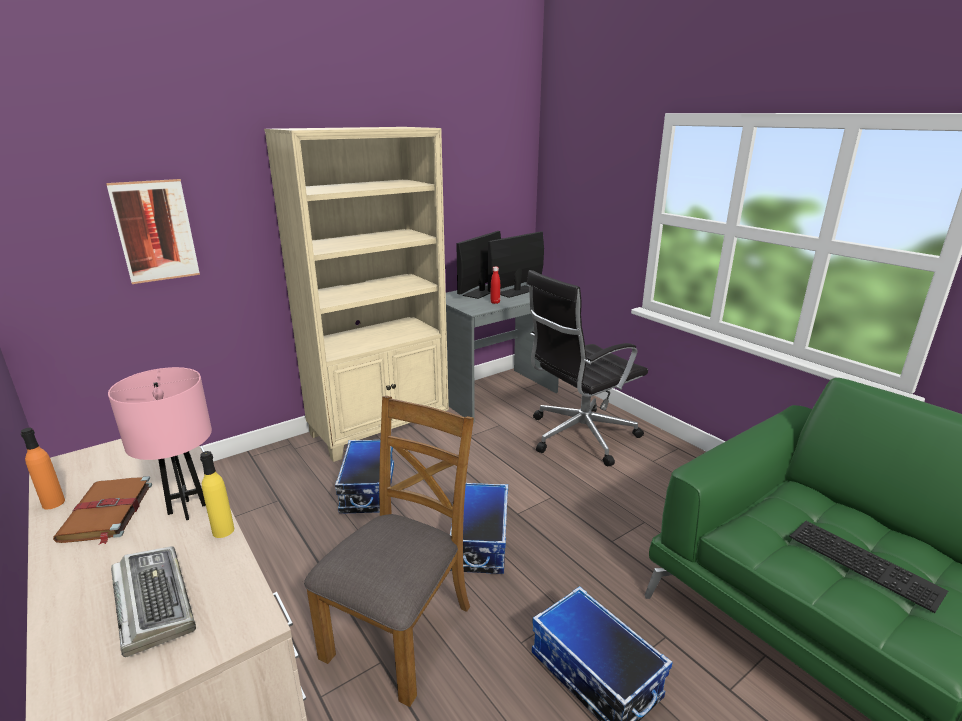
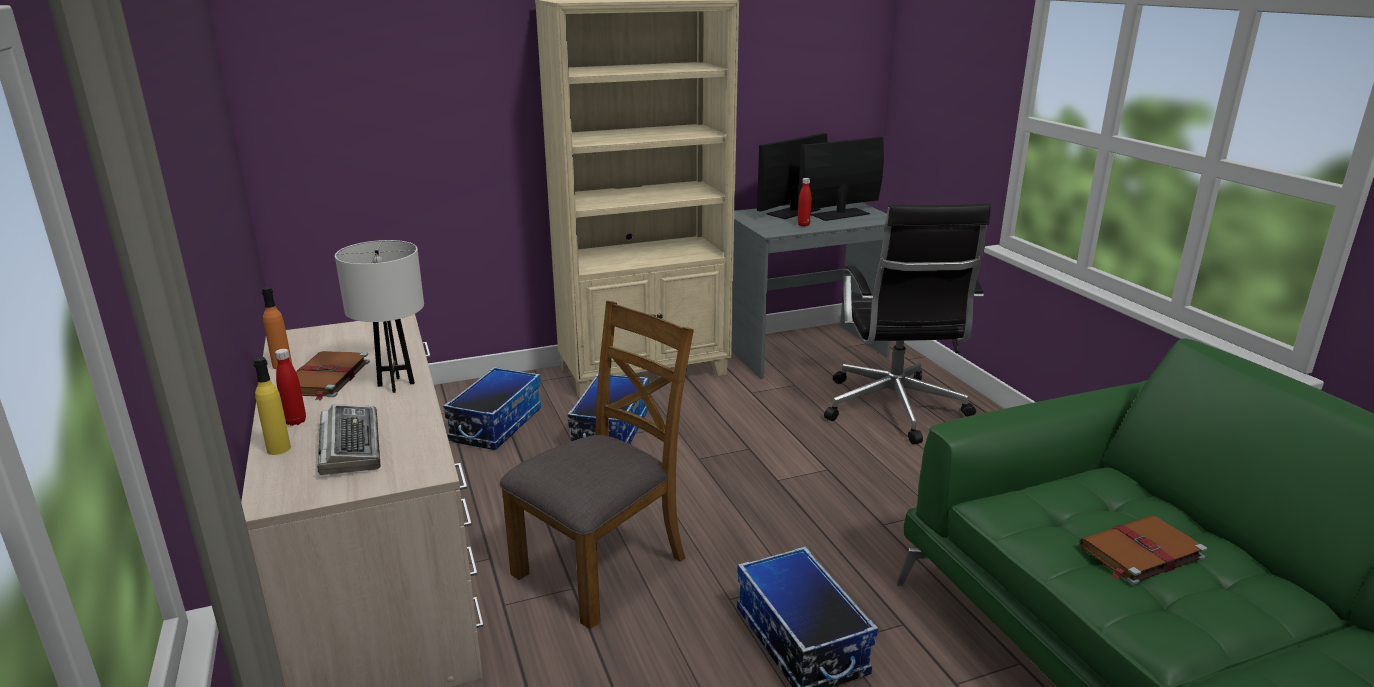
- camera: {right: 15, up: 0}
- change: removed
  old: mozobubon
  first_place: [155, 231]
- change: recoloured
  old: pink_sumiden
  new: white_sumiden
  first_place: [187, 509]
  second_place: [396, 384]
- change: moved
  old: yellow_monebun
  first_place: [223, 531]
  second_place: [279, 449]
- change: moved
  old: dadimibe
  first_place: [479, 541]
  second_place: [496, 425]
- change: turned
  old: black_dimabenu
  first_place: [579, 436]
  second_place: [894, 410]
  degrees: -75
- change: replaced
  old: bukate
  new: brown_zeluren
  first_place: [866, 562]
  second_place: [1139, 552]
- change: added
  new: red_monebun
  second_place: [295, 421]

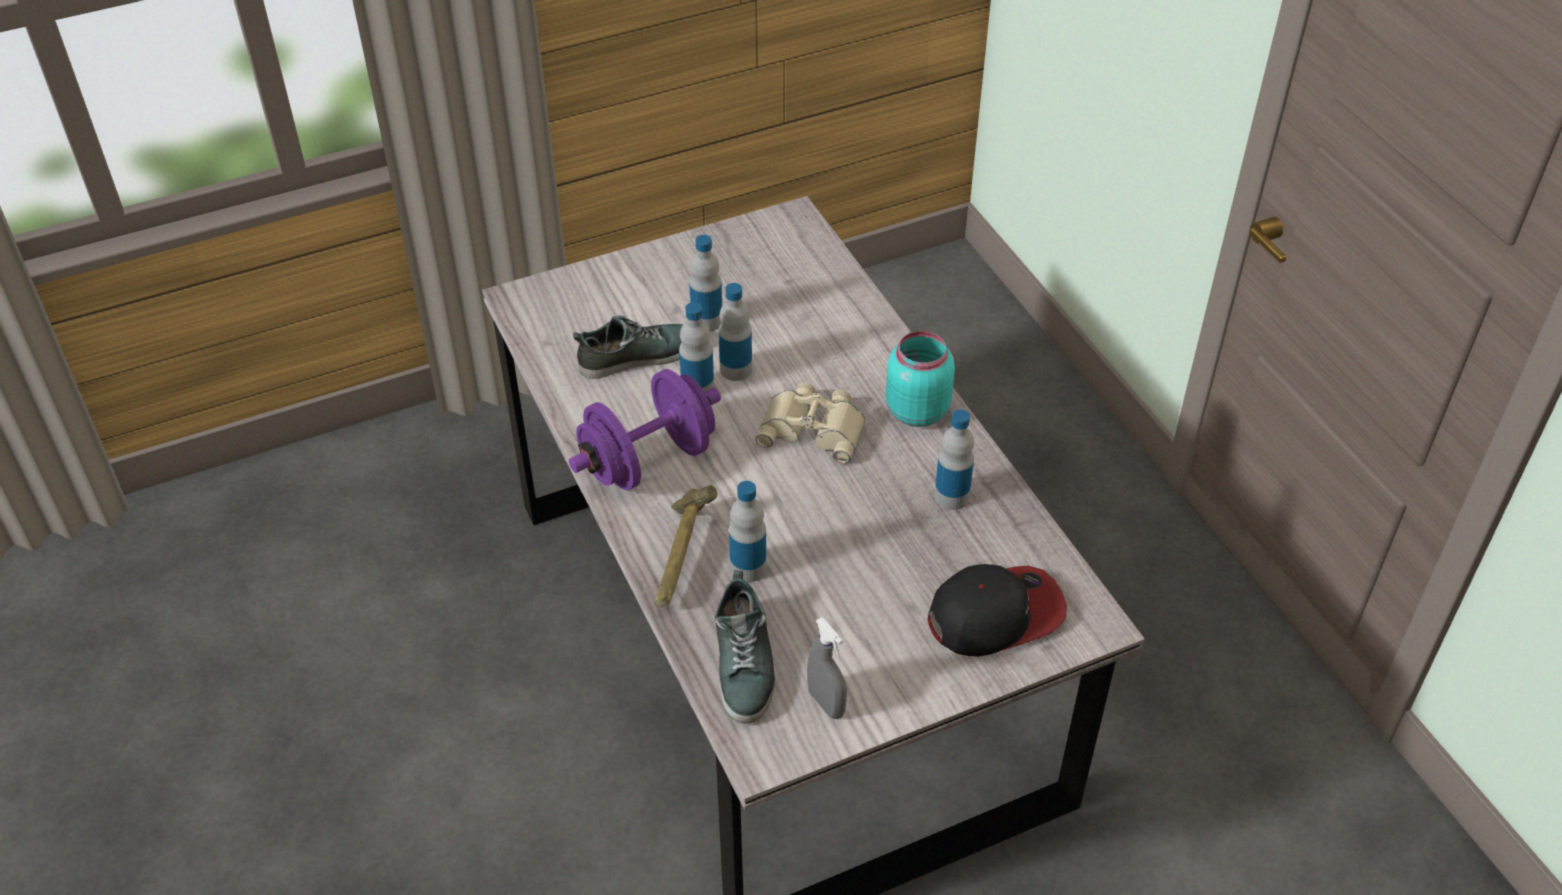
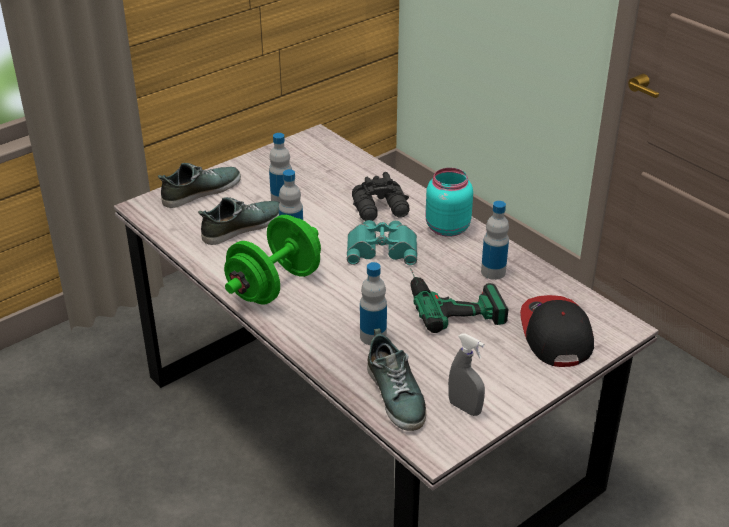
- camera: {right: -15, up: -10}
- change: recoloured
  old: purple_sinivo
  new: green_sinivo
  first_place: [648, 460]
  second_place: [275, 285]
- change: removed
  old: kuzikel
  first_place: [680, 560]
- change: removed
  old: monebun
  first_place: [736, 369]
- change: recoloured
  old: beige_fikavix
  new: turquoise_fikavix
  first_place: [814, 427]
  second_place: [382, 248]
- change: turned
  old: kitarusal
  first_place: [996, 614]
  second_place: [555, 333]
  degrees: -60
- change: added
  new: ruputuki
  second_place: [200, 191]
- change: added
  new: black_fikavix
  second_place: [381, 209]
- change: added
  new: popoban
  second_place: [452, 300]

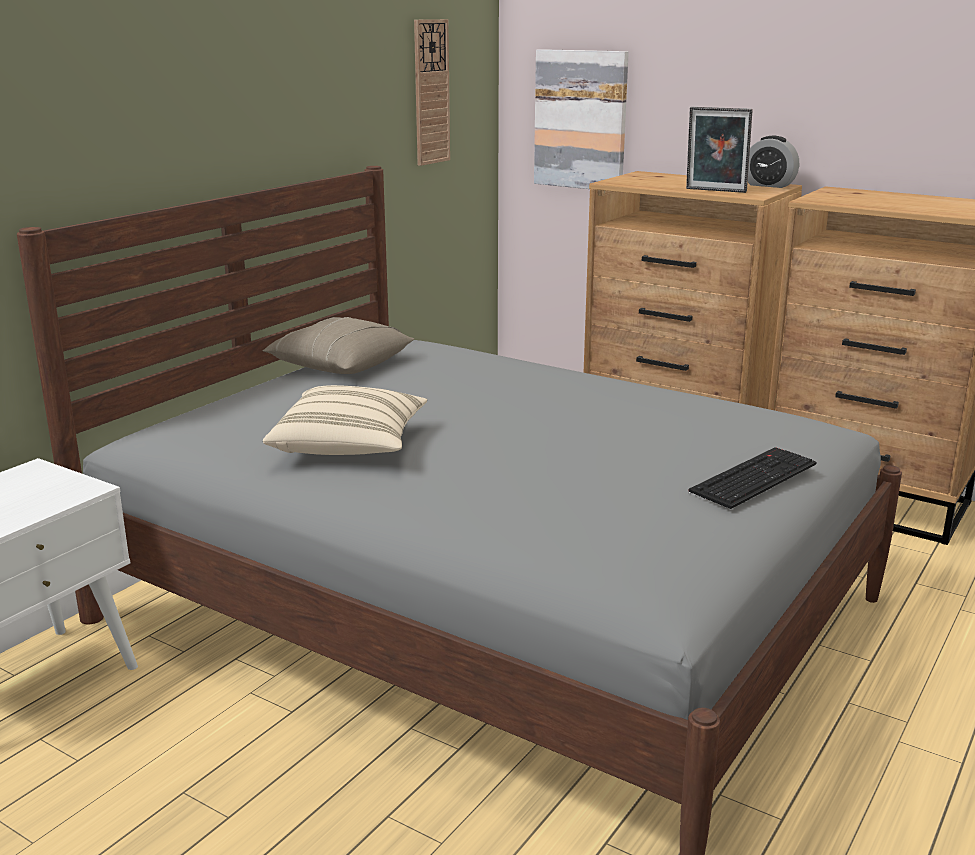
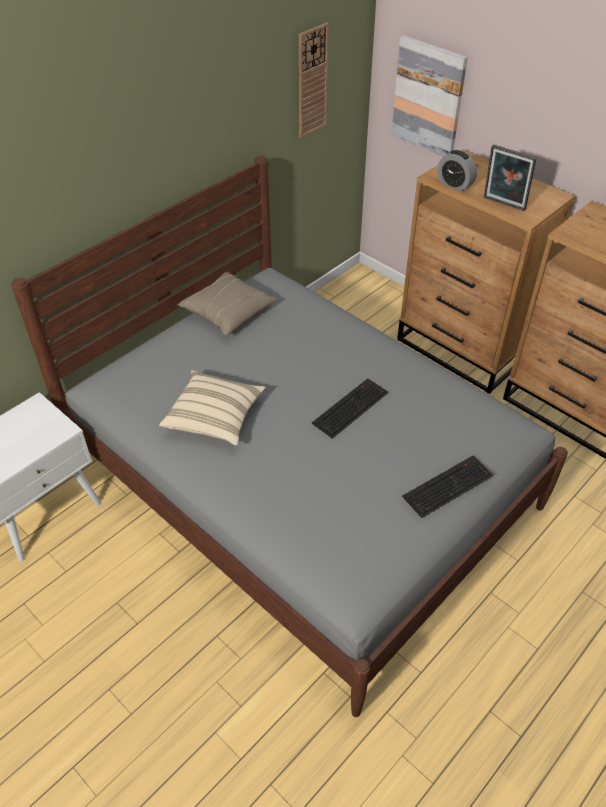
- camera: {right: 10, up: 25}
- change: moved
  old: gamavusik
  first_place: [769, 185]
  second_place: [454, 184]
- change: added
  new: bukate
  second_place: [350, 407]

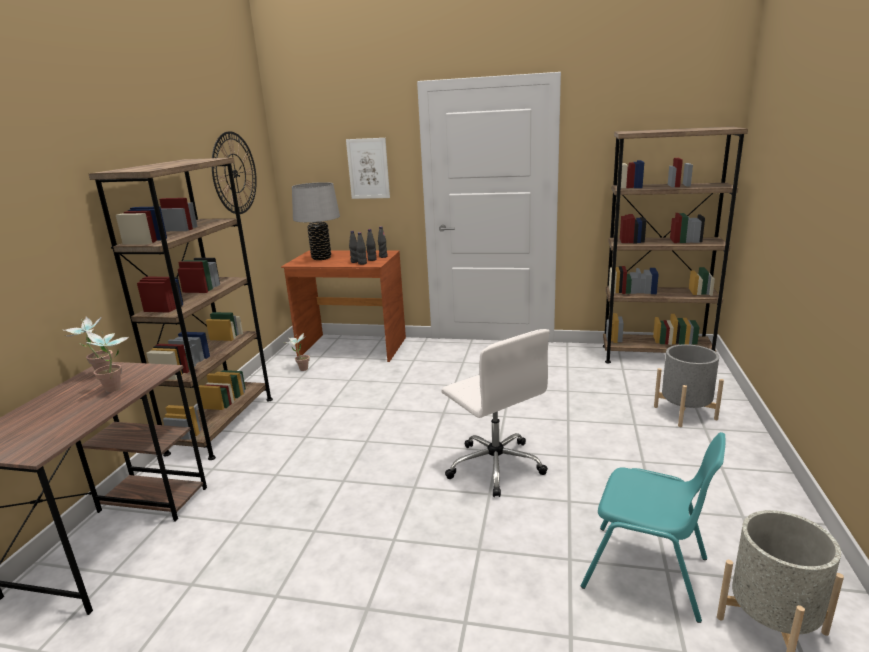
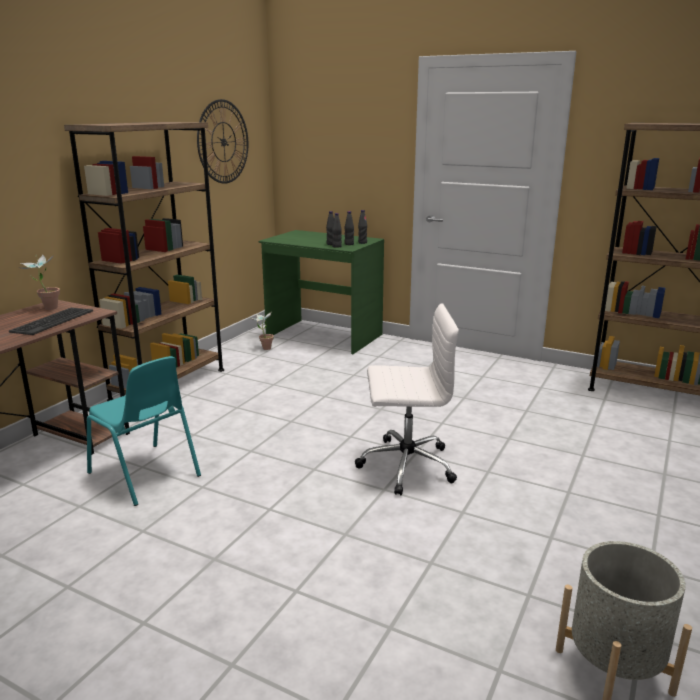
- camera: {right: 15, up: 0}
- change: replaced
  old: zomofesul
  new: bukate
  first_place: [117, 389]
  second_place: [52, 321]
- change: recoloured
  old: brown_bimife
  new: green_bimife
  first_place: [352, 348]
  second_place: [323, 336]
- change: removed
  old: grey_sumiden
  first_place: [321, 258]
- change: removed
  old: mozobubon
  first_place: [368, 168]
- change: turned
  old: white_dimabenu
  first_place: [495, 465]
  second_place: [405, 465]
  degrees: -75
- change: moved
  old: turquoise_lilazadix
  first_place: [647, 573]
  second_place: [145, 475]
- change: removed
  old: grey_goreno
  first_place: [685, 413]

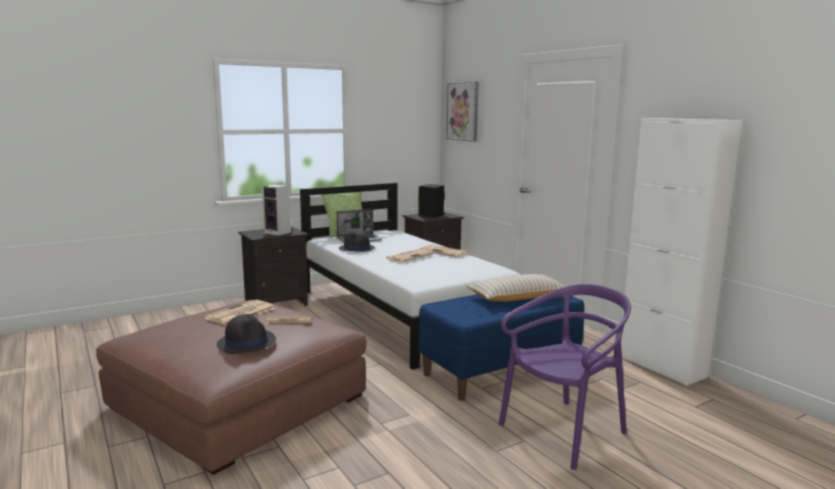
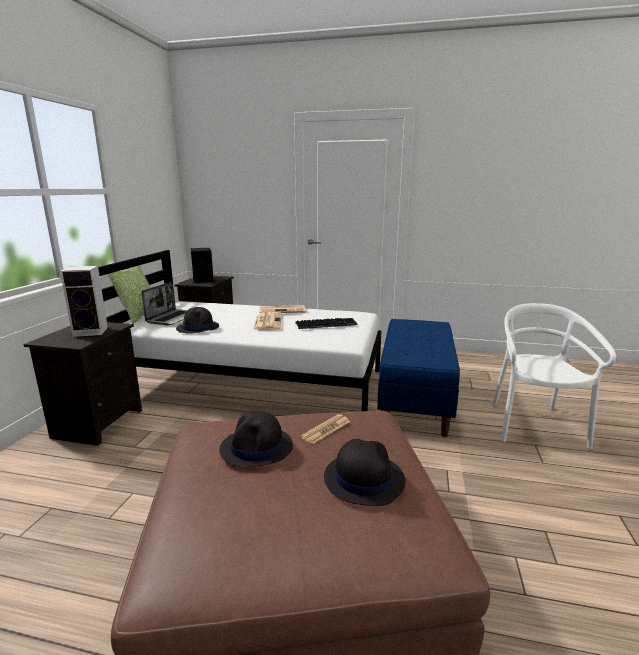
- camera: {right: -45, up: 5}
- change: replaced
  old: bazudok
  new: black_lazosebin
  first_place: [240, 314]
  second_place: [257, 448]
- change: removed
  old: mozobubon
  first_place: [463, 111]
- change: removed
  old: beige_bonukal
  first_place: [517, 298]
- change: recoloured
  old: purple_lilazadix
  new: white_lilazadix
  first_place: [564, 432]
  second_place: [534, 425]
- change: removed
  old: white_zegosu
  first_place: [661, 366]
- change: added
  new: bukate
  second_place: [326, 324]

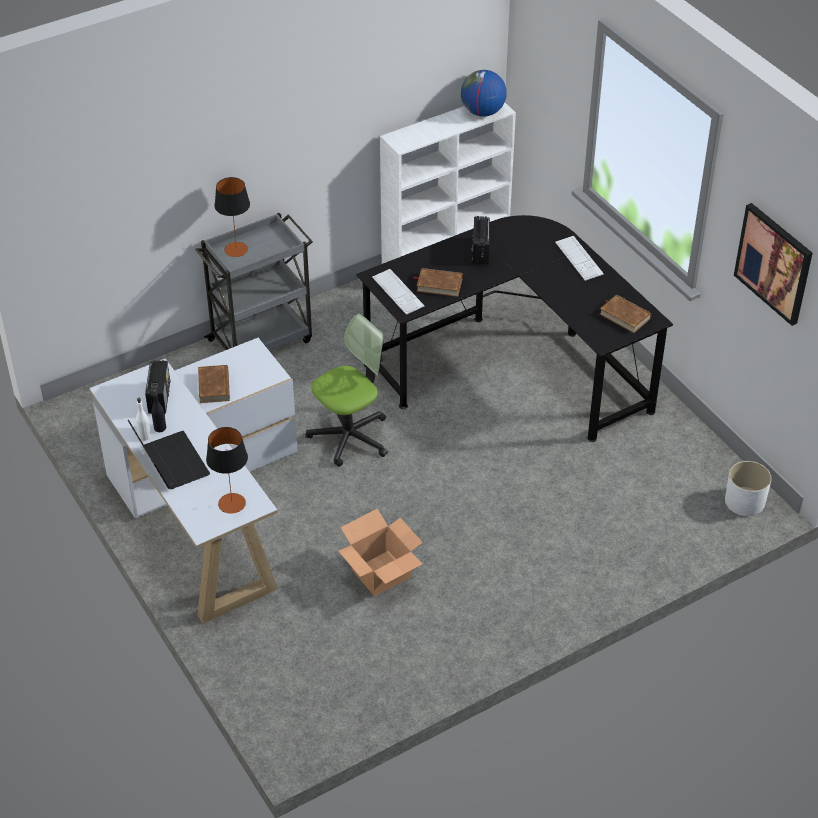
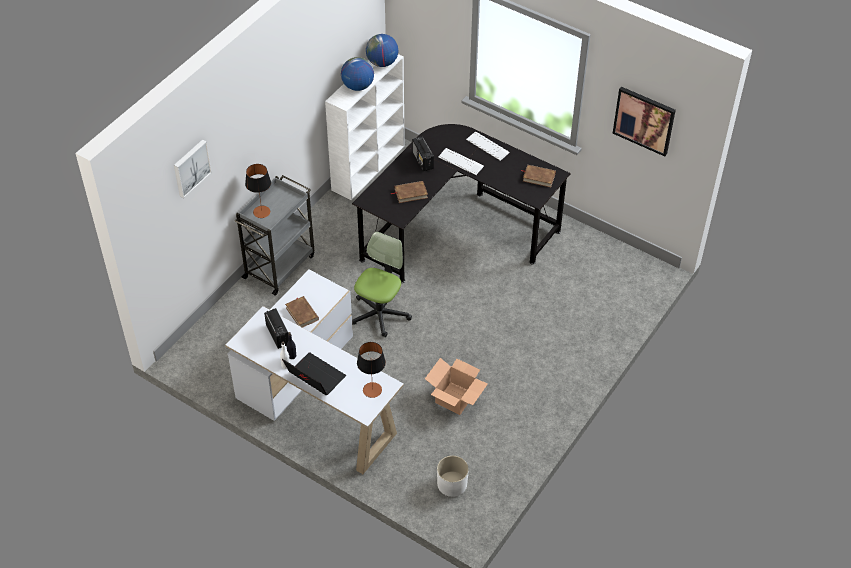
- camera: {right: -25, up: 5}
- change: moved
  old: bukate
  first_place: [398, 292]
  second_place: [460, 162]
- change: moved
  old: white_goreno
  first_place: [744, 501]
  second_place: [452, 484]
- change: added
  new: mozobubon
  second_place: [191, 167]
- change: added
  new: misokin
  second_place: [357, 86]

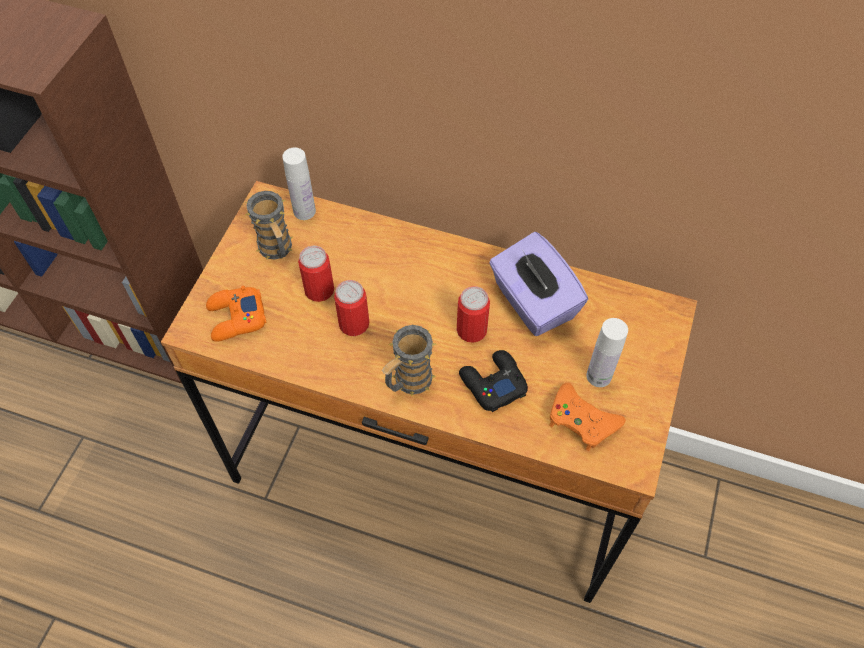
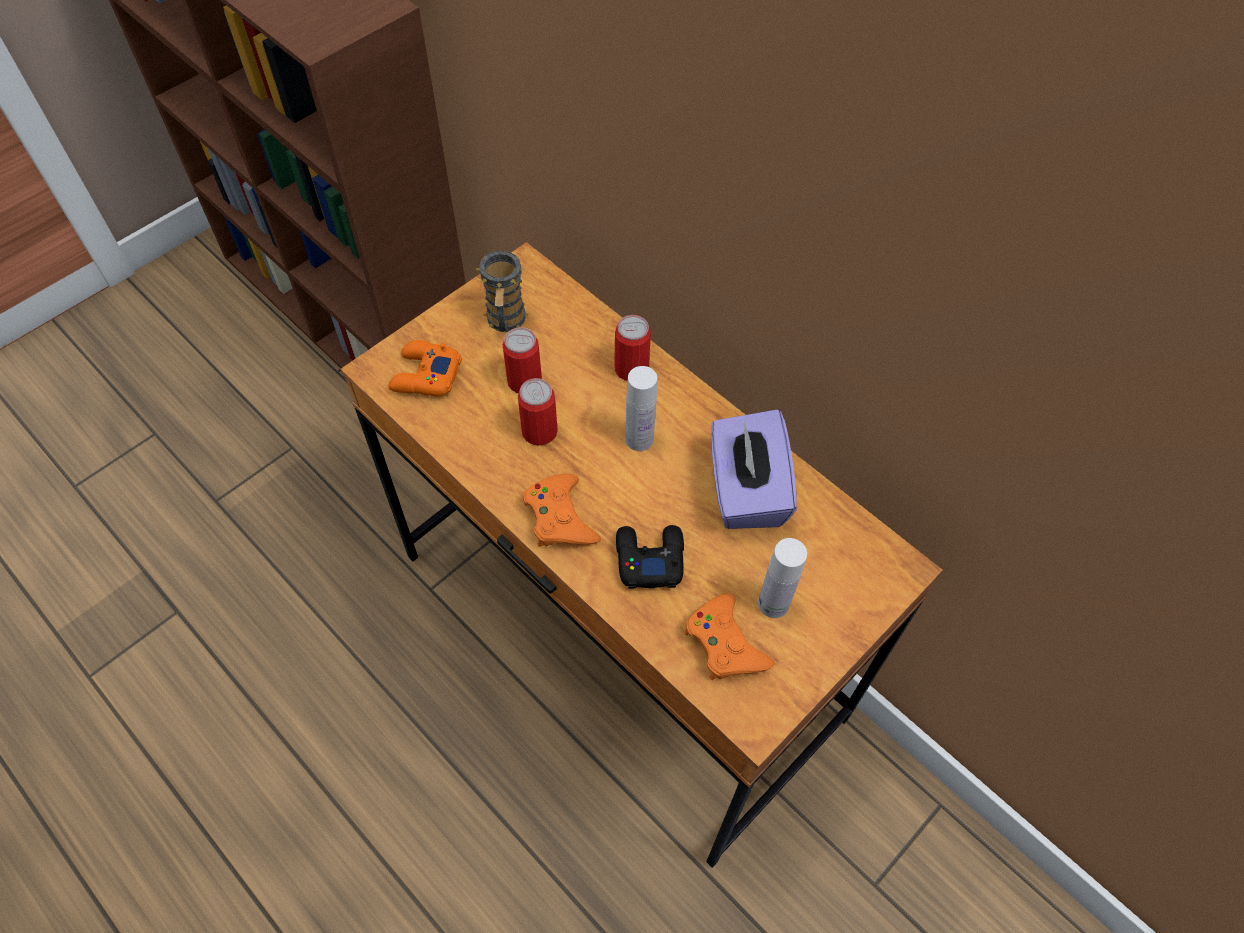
- camera: {right: 25, up: 0}
- change: moved
  old: white_monebun
  first_place: [304, 211]
  second_place: [639, 439]
- change: replaced
  old: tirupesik
  new: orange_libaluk
  first_place: [408, 382]
  second_place: [560, 517]
- change: moved
  old: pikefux
  first_place: [471, 330]
  second_place: [631, 369]

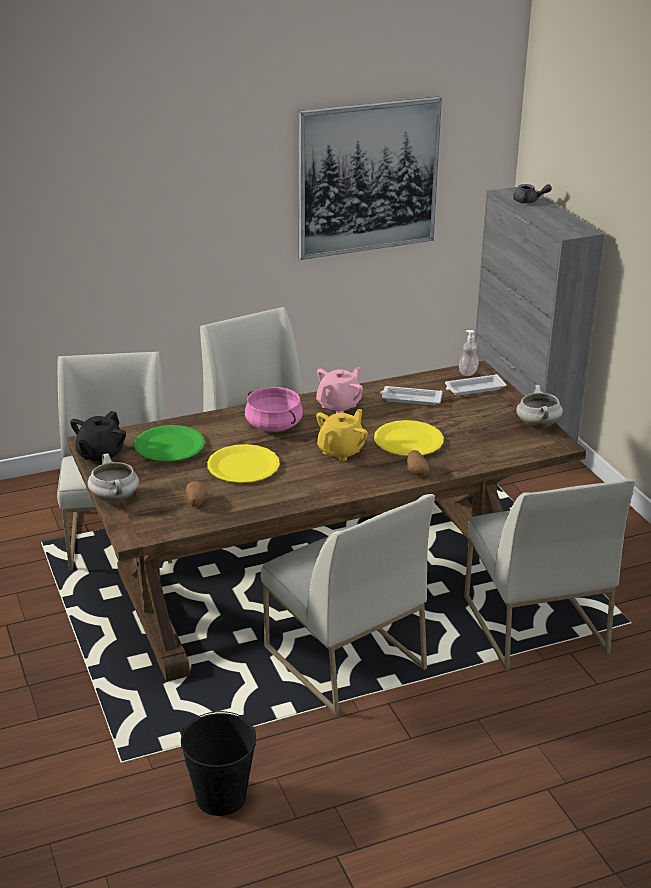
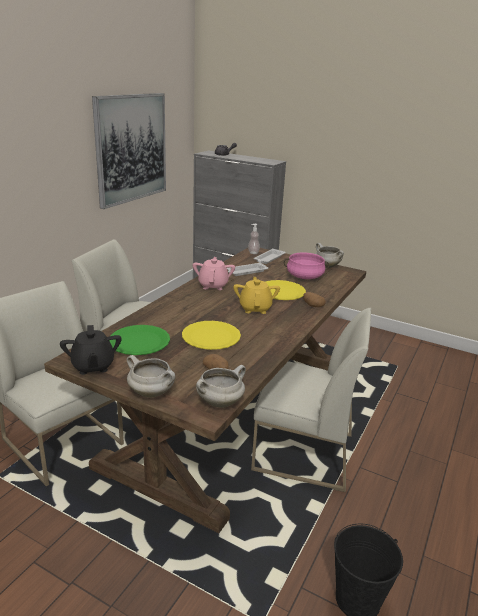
- camera: {right: -40, up: -5}
- change: moved
  old: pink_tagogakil
  first_place: [273, 425]
  second_place: [304, 277]
- change: removed
  old: white_lilazadix
  first_place: [533, 624]
- change: added
  new: white_tagogakil
  second_place: [220, 402]

